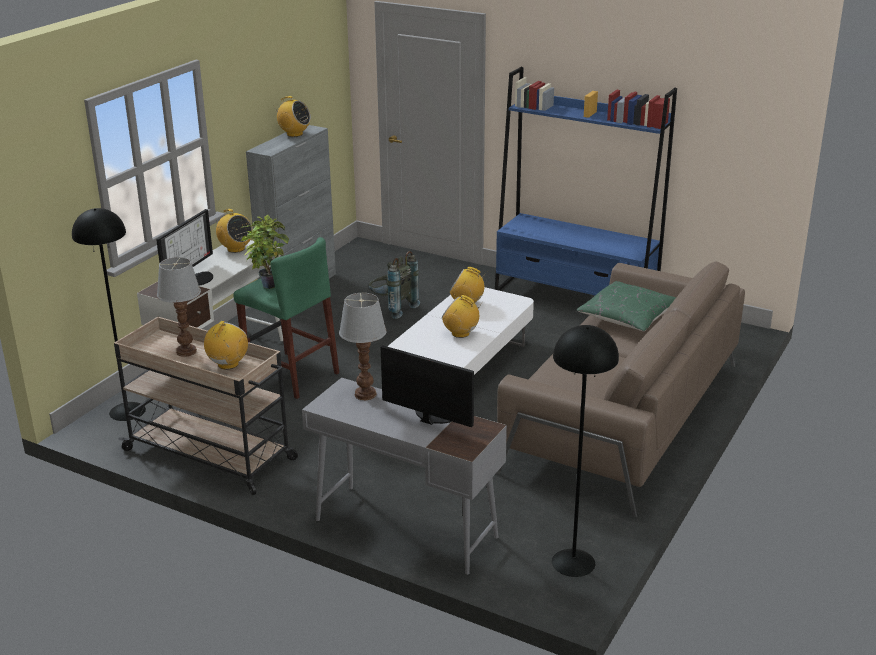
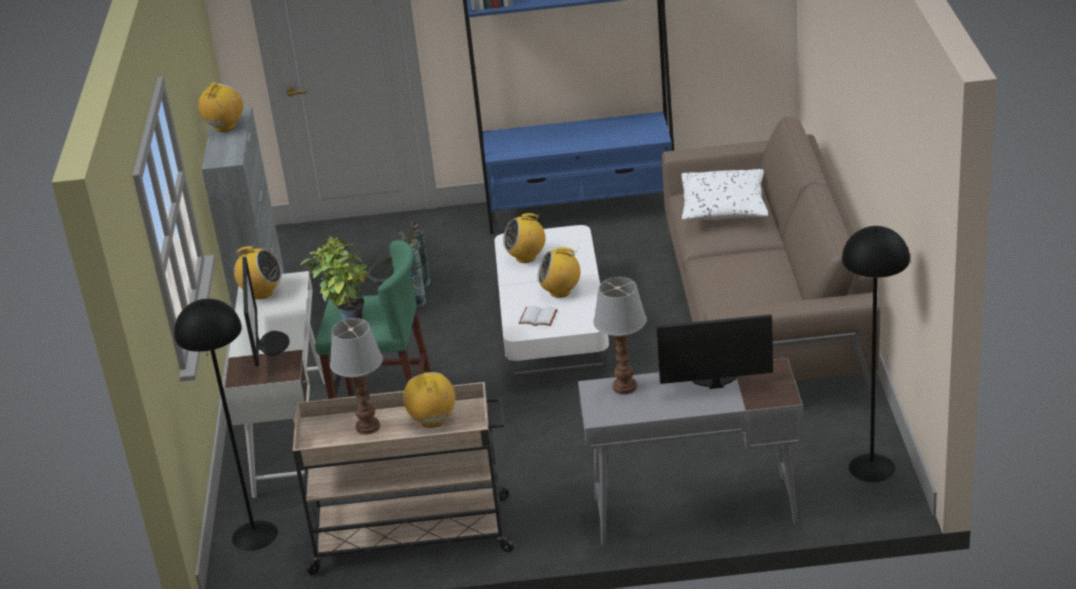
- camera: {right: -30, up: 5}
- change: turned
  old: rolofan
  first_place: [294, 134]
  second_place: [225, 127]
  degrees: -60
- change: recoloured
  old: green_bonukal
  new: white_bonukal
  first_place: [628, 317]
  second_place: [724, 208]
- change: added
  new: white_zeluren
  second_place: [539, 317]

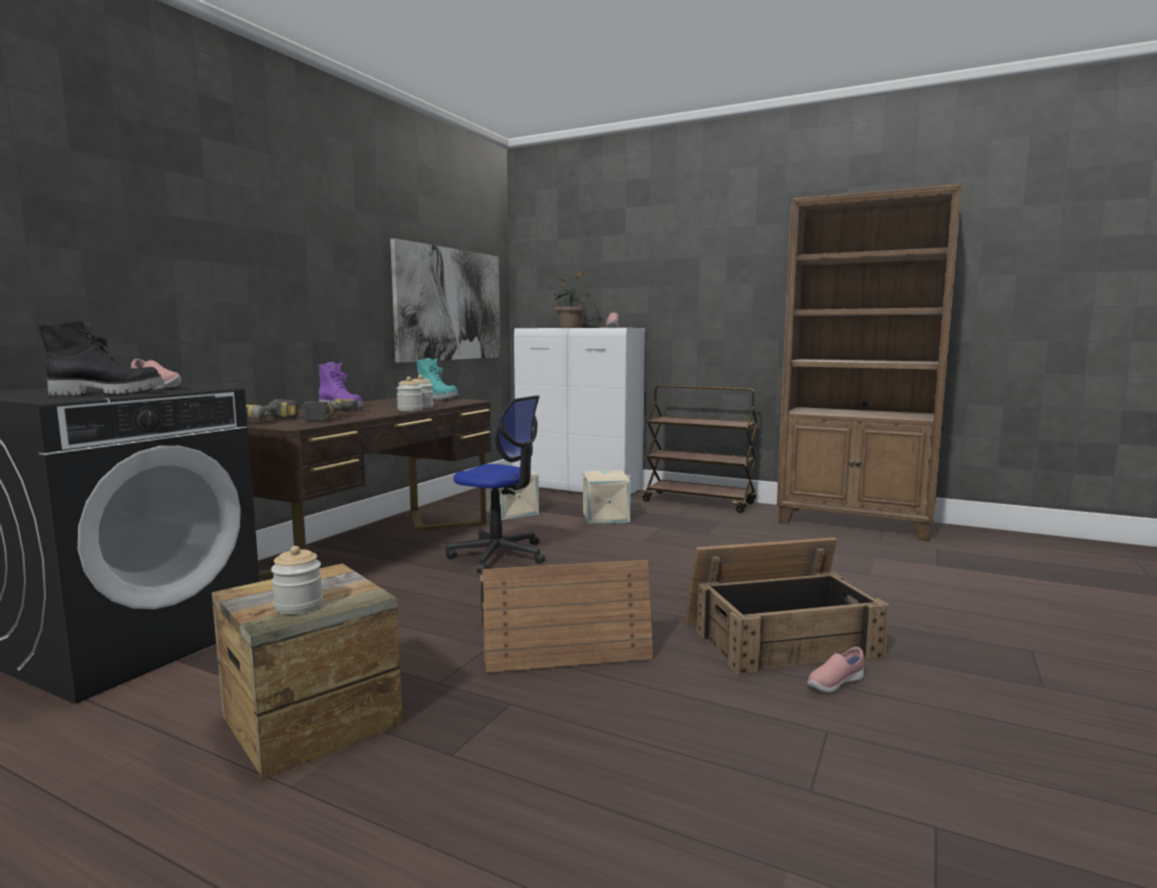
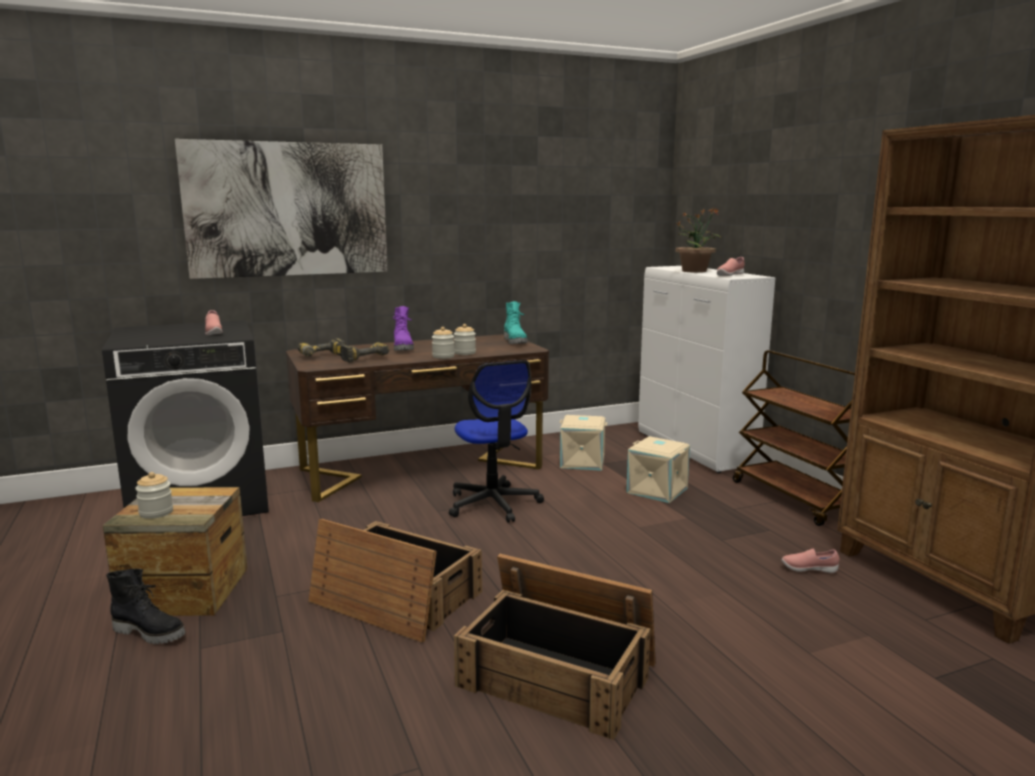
- camera: {right: 40, up: 5}
- change: moved
  old: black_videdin
  first_place: [108, 393]
  second_place: [150, 632]
- change: moved
  old: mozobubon
  first_place: [449, 304]
  second_place: [287, 209]
- change: moved
  old: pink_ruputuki
  first_place: [834, 684]
  second_place: [808, 569]

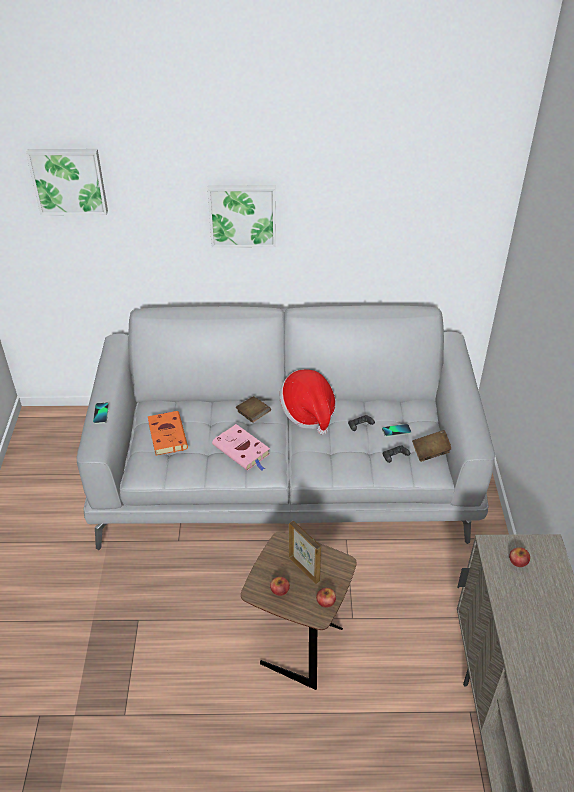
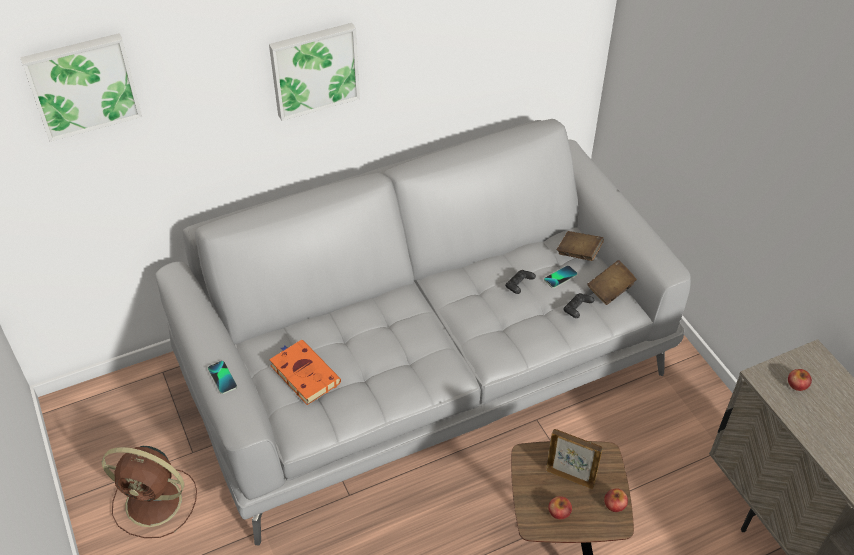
- camera: {right: -25, up: 5}
- change: removed
  old: pink_zeluren
  first_place: [242, 451]
- change: moved
  old: brown_zeluren
  first_place: [253, 415]
  second_place: [578, 253]
- change: removed
  old: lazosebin
  first_place: [308, 413]
- change: added
  new: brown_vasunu
  second_place: [156, 502]

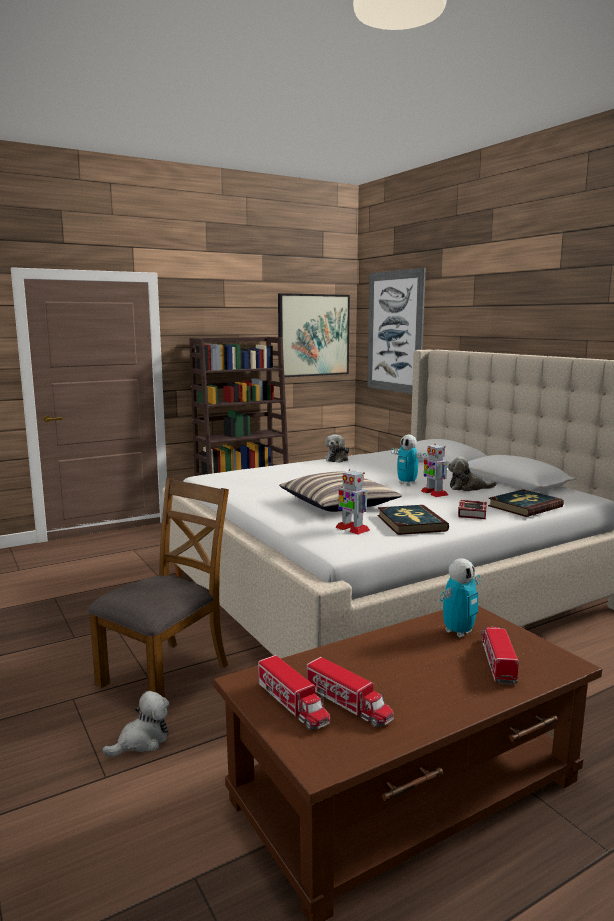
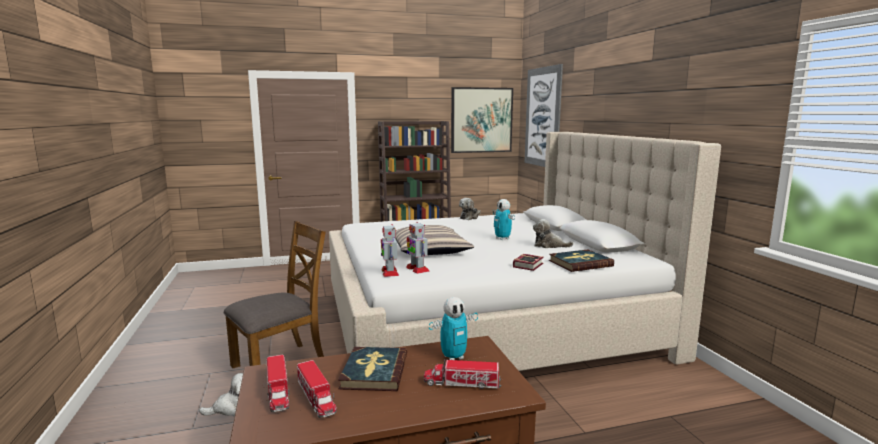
- camera: {right: 15, up: 0}
- change: moved
  old: zeluren
  first_place: [411, 523]
  second_place: [374, 372]
- change: moved
  old: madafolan
  first_place: [434, 493]
  second_place: [389, 272]
- change: turned
  old: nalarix
  first_place: [497, 661]
  second_place: [462, 383]
  degrees: -105

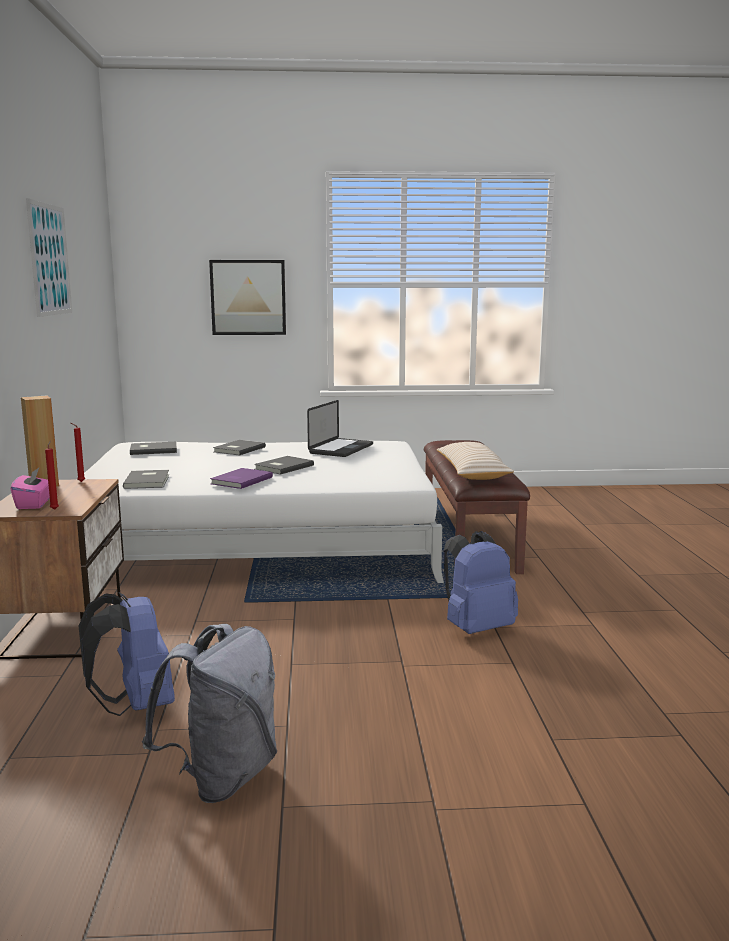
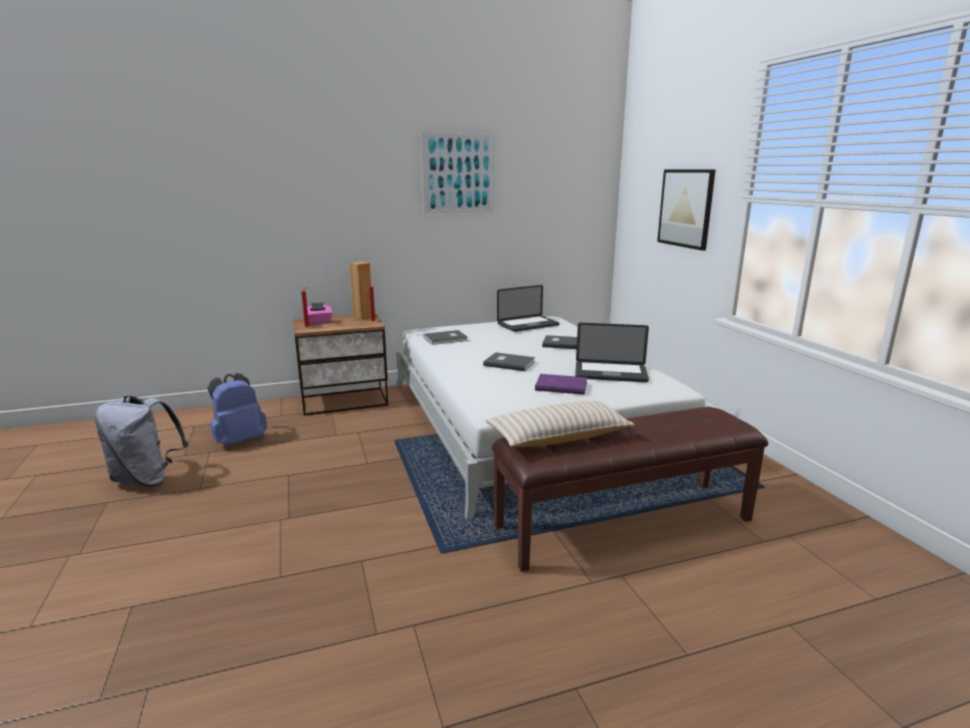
- camera: {right: 75, up: 5}
- change: replaced
  old: grey_zeluren
  new: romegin
  first_place: [153, 450]
  second_place: [528, 325]
- change: moved
  old: purple_zeluren
  first_place: [240, 480]
  second_place: [560, 385]
- change: removed
  old: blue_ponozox
  first_place: [476, 628]

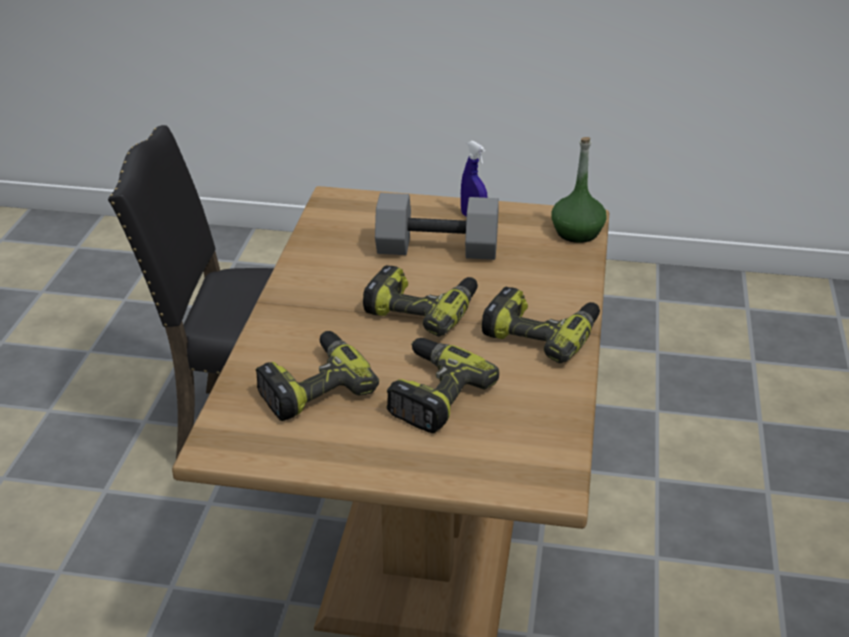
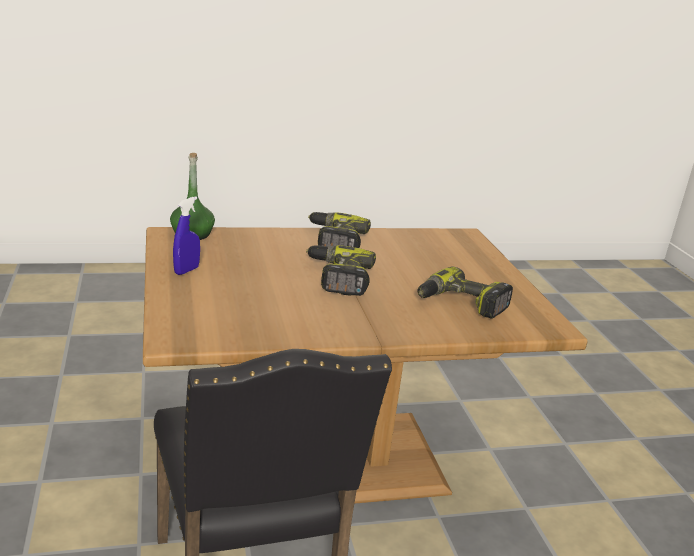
- camera: {right: -115, up: -10}
- change: removed
  old: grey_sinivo
  first_place: [435, 250]
- change: removed
  old: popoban
  first_place: [432, 394]

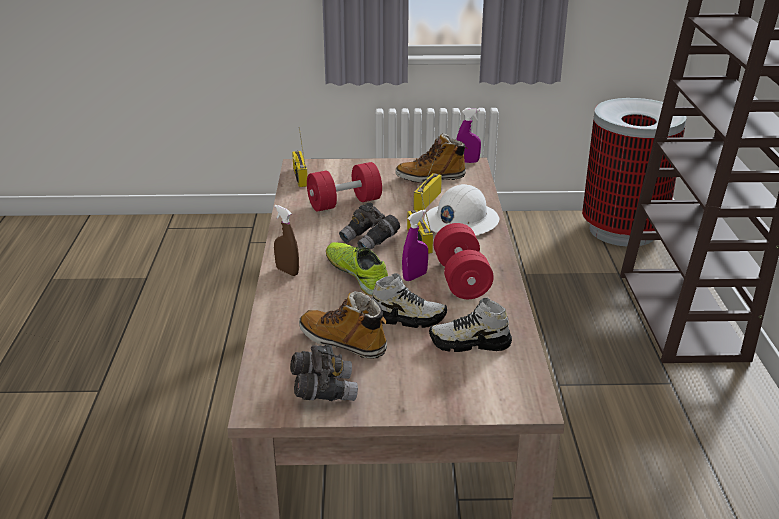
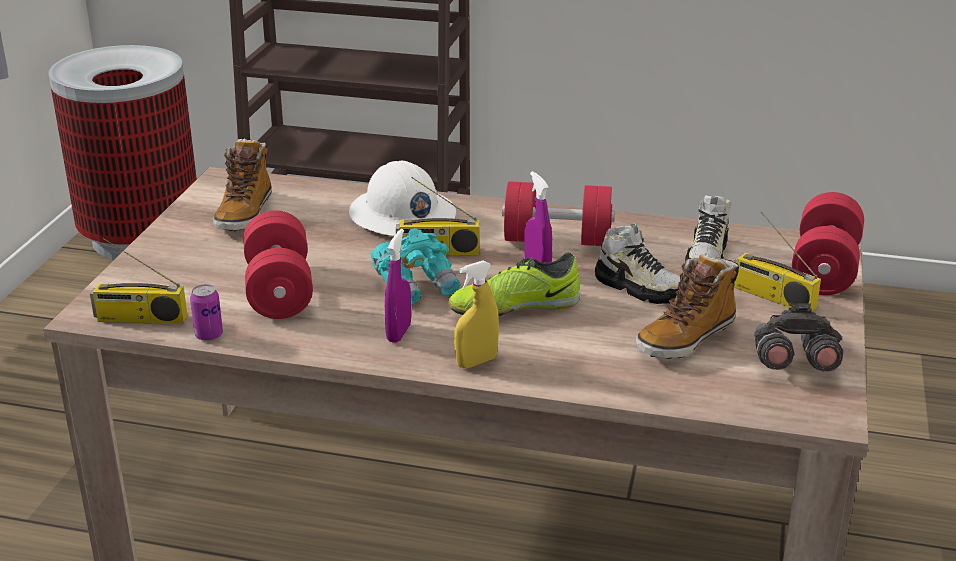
- camera: {right: -75, up: 0}
- change: recoloured
  old: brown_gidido
  new: yellow_gidido
  first_place: [287, 271]
  second_place: [476, 362]
- change: recoloured
  old: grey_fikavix
  new: turquoise_fikavix
  first_place: [370, 240]
  second_place: [417, 286]
- change: turned
  old: ruputuki
  first_place: [407, 318]
  second_place: [640, 288]
  degrees: 105
- change: moved
  old: rolofan
  first_place: [427, 200]
  second_place: [771, 297]
- change: moved
  old: purple_gidido
  first_place: [467, 162]
  second_place: [399, 333]
- change: added
  new: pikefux
  second_place: [209, 335]
- change: added
  new: red_sinivo
  second_place: [824, 269]

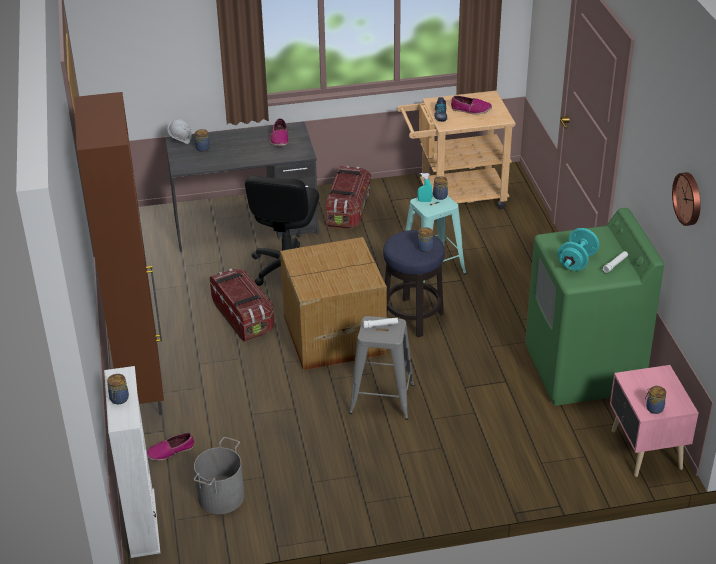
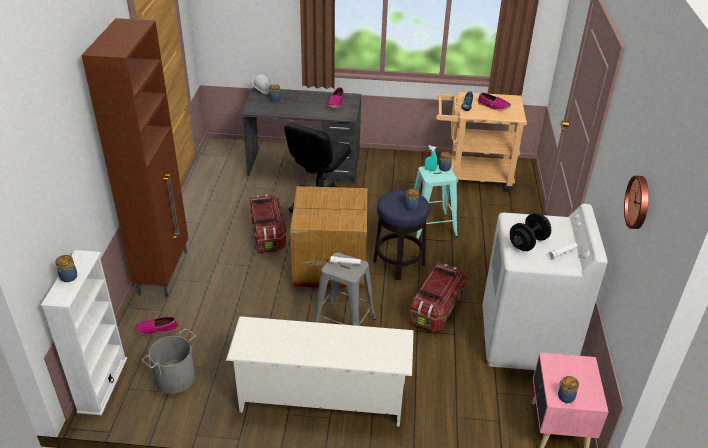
- camera: {right: 15, up: 0}
- change: moved
  old: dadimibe
  first_place: [348, 210]
  second_place: [437, 308]
- change: recoloured
  old: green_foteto
  new: white_foteto
  first_place: [583, 370]
  second_place: [526, 340]
- change: recoloured
  old: turquoise_sinivo
  new: black_sinivo
  first_place: [577, 261]
  second_place: [528, 243]
- change: added
  new: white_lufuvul
  second_place: [322, 397]

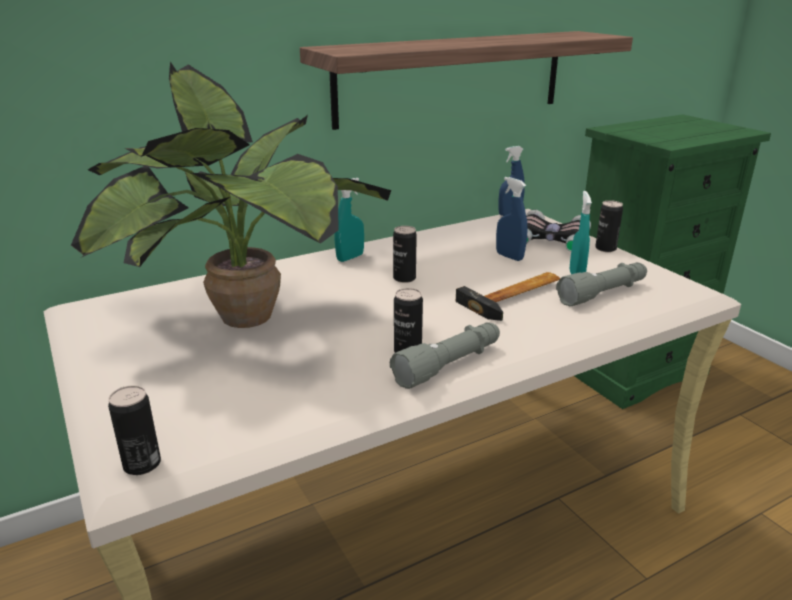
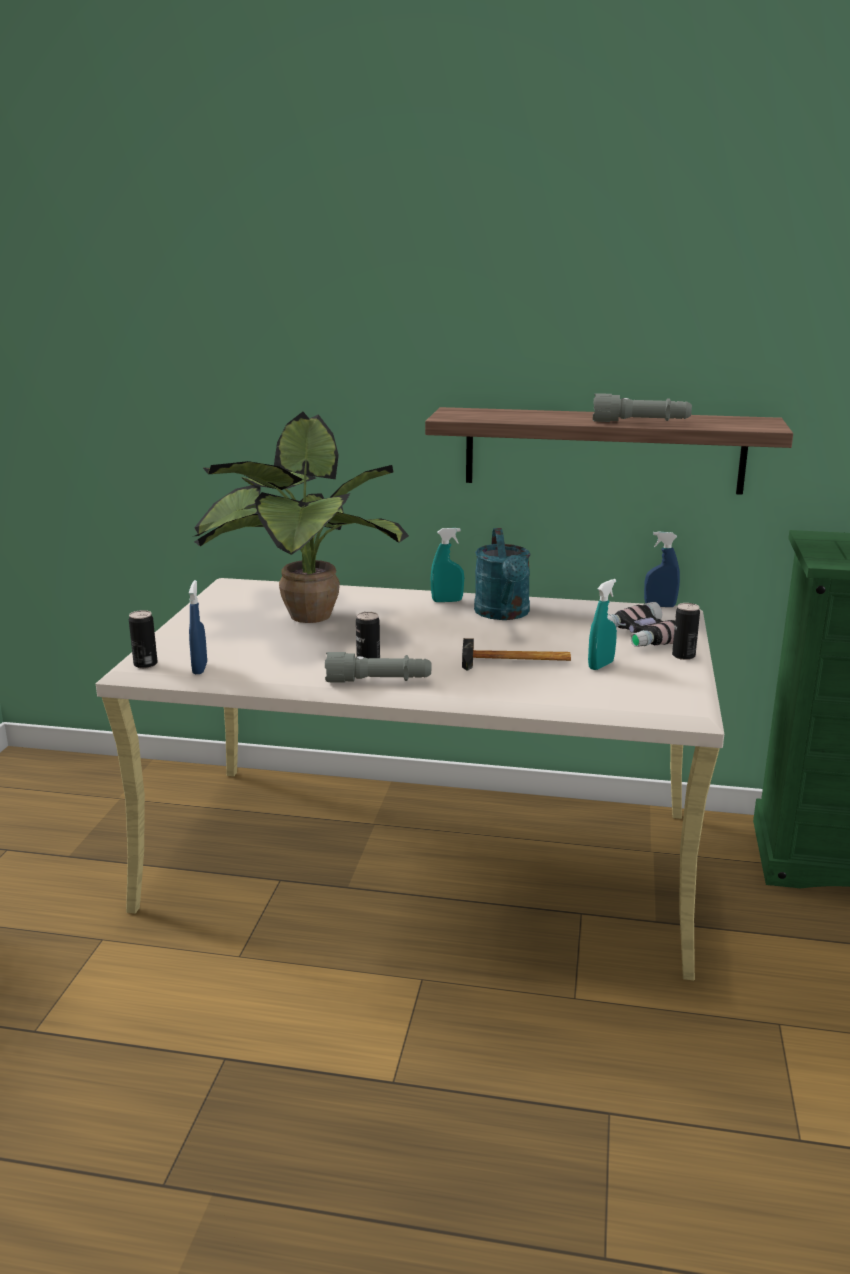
- camera: {right: 40, up: -5}
- change: removed
  old: pikefux
  first_place: [404, 278]
- change: moved
  old: blue_gidido
  first_place: [509, 256]
  second_place: [200, 668]
- change: moved
  old: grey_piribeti
  first_place: [603, 294]
  second_place: [640, 422]
- change: added
  new: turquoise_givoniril
  second_place: [504, 614]

